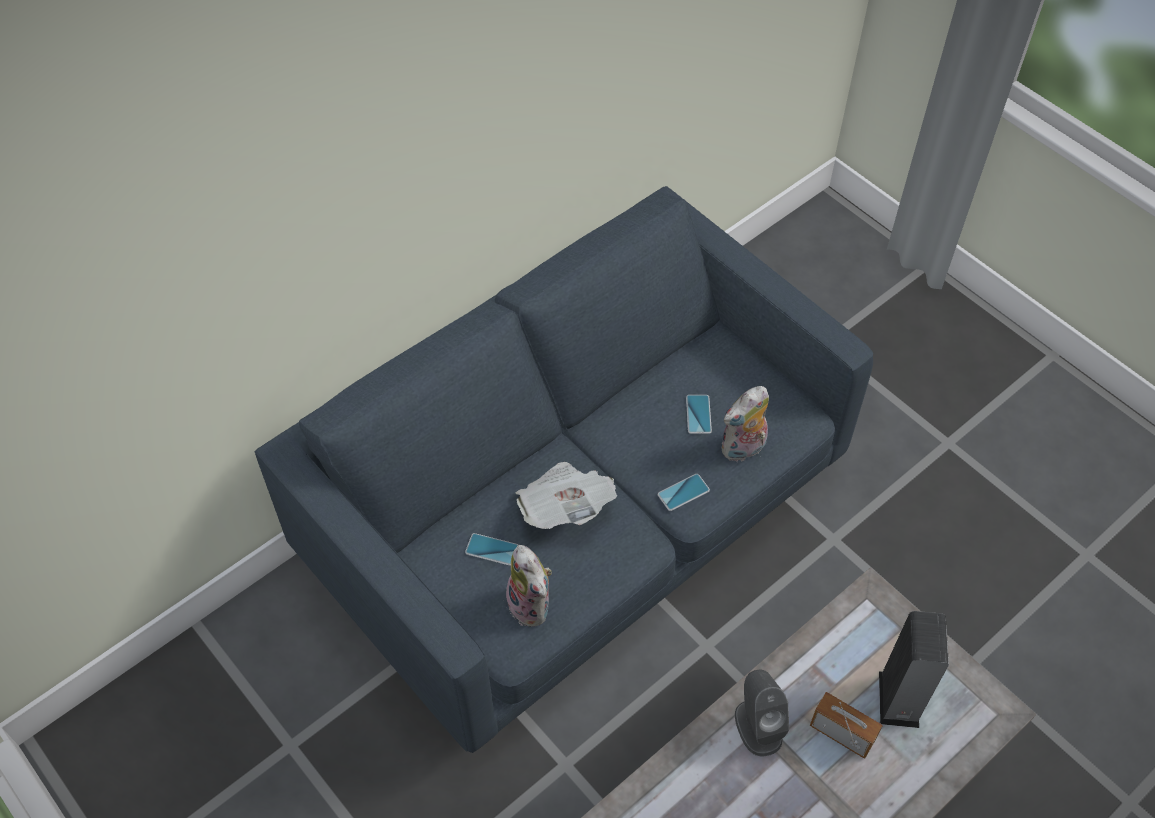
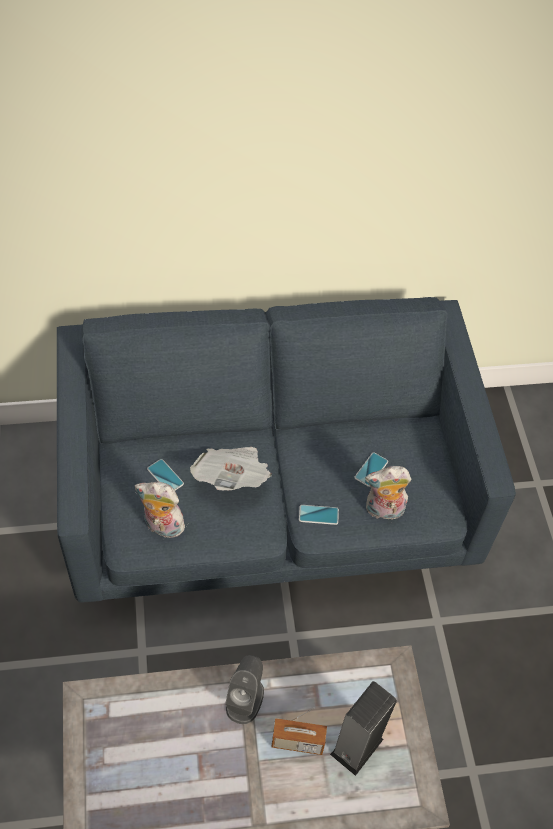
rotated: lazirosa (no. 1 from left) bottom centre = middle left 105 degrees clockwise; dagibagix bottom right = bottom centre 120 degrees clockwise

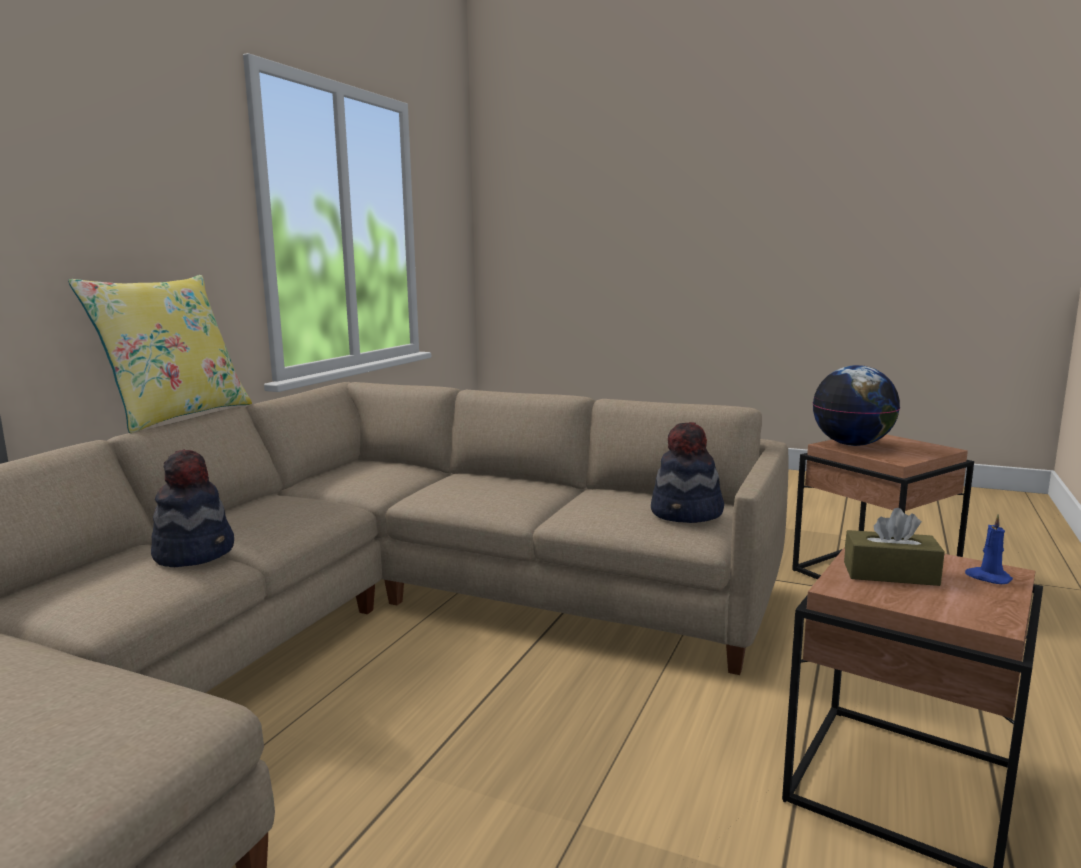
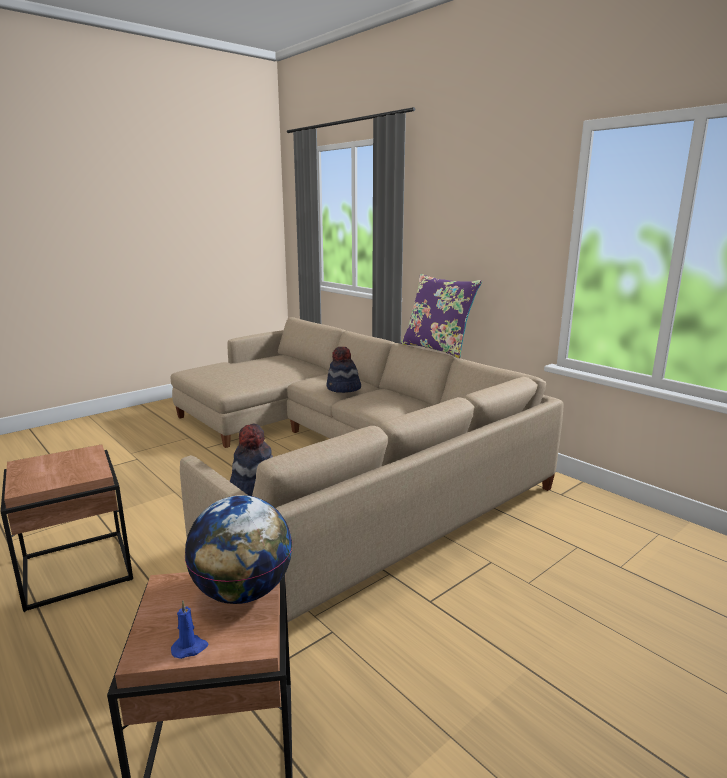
gone: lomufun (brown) middle right
shifted: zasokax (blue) middle right to bottom left
repainted: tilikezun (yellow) middle left to tilikezun (purple) centre

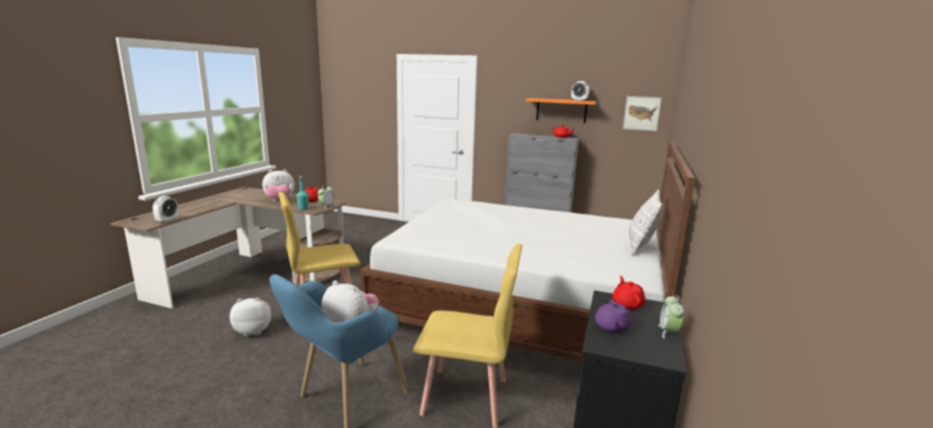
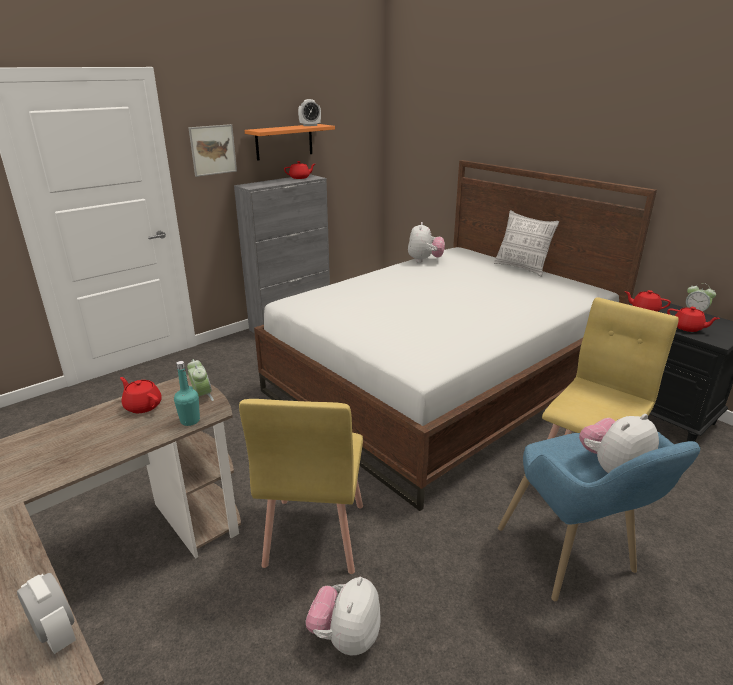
shifted: lazirosa (no. 2 from left) middle left to centre; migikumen top right to top left
repainted: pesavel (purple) bottom centre to pesavel (red) (no. 4 from left) middle right

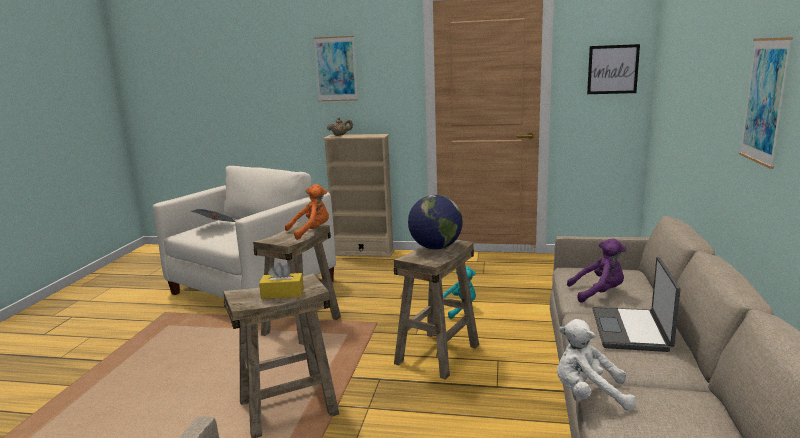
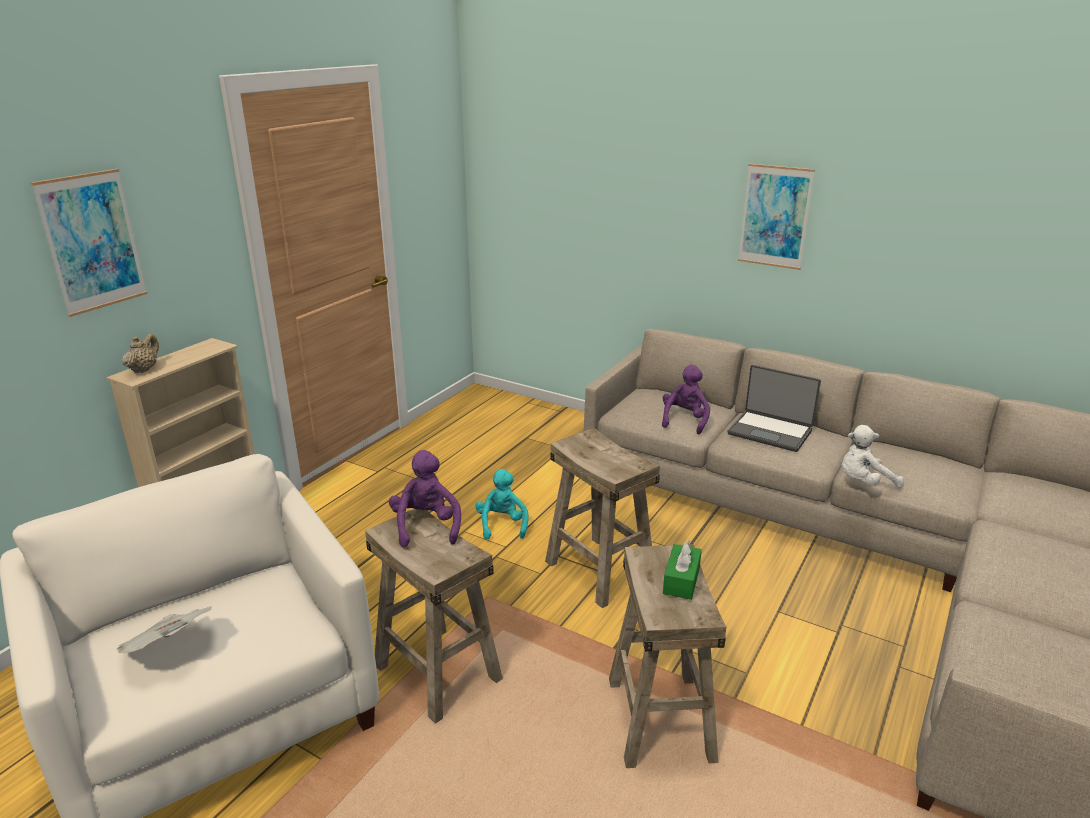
gone: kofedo centre; migikumen (no. 2 from left) top right
repainted: lomufun (yellow) centre to lomufun (green) bottom centre; lazirosa (orange) centre to lazirosa (purple) (no. 1 from left) centre
rotated: lazirosa (white) bottom right = middle right 45 degrees clockwise

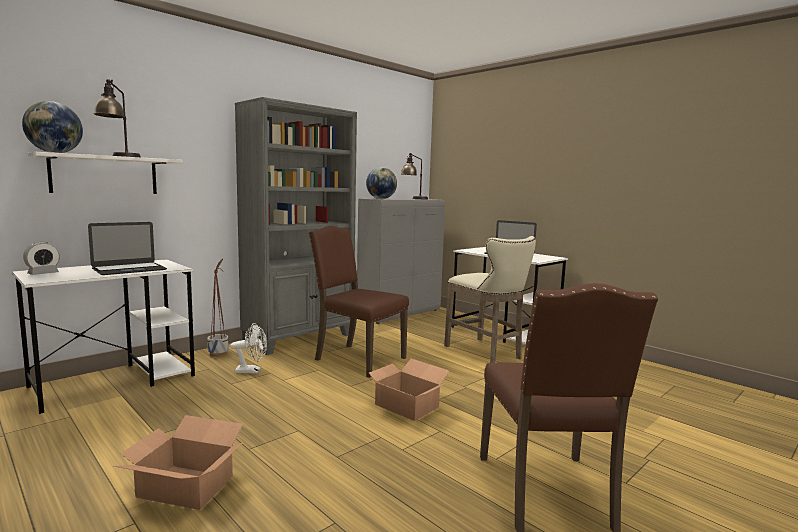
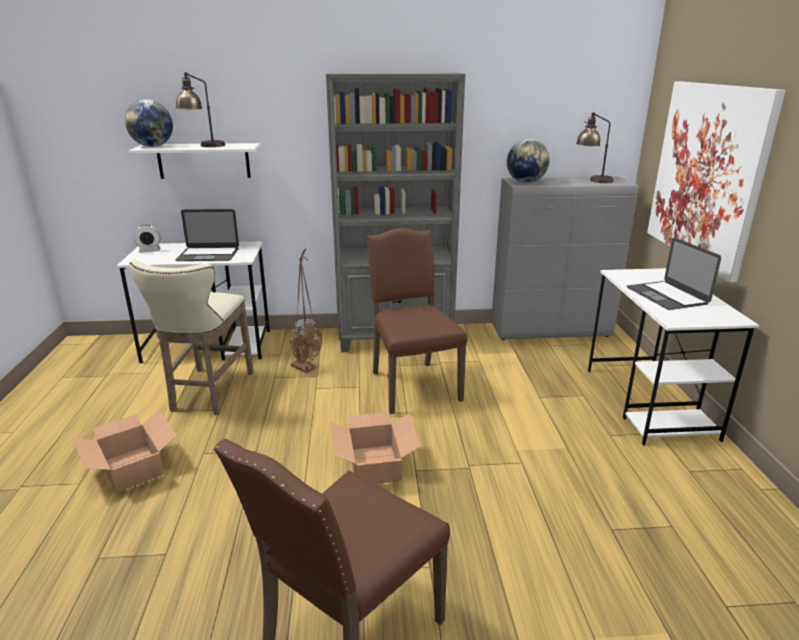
new: migikumen top right
shifted: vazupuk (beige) centre to middle left
repainted: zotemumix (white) middle left to zotemumix (brown) centre

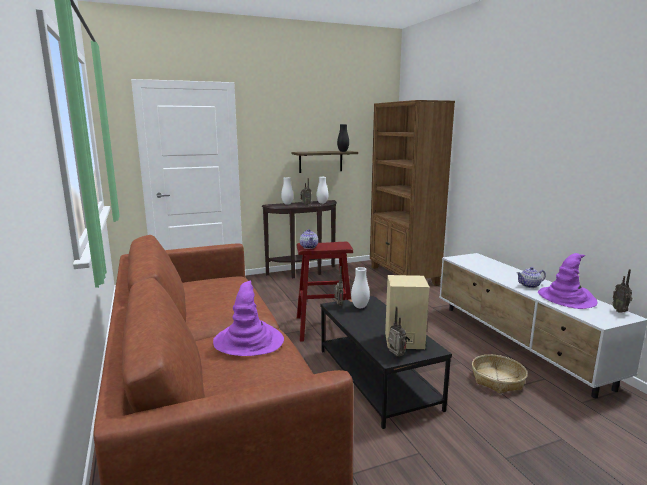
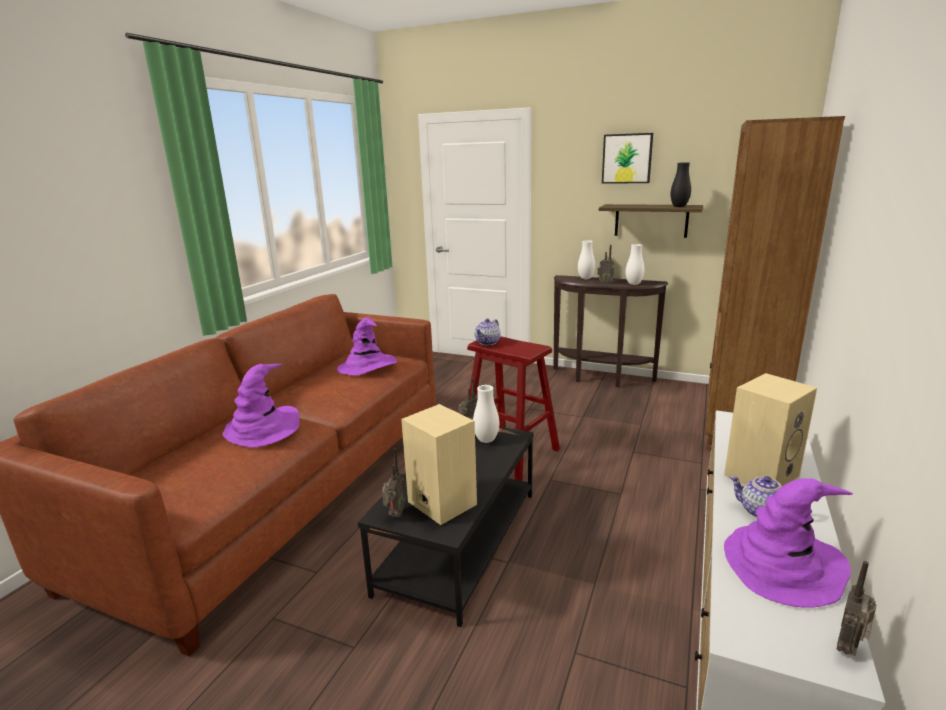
gone: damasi bottom right
new: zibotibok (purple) (no. 2 from left) centre; migikumen top centre; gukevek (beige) (no. 2 from left) middle right

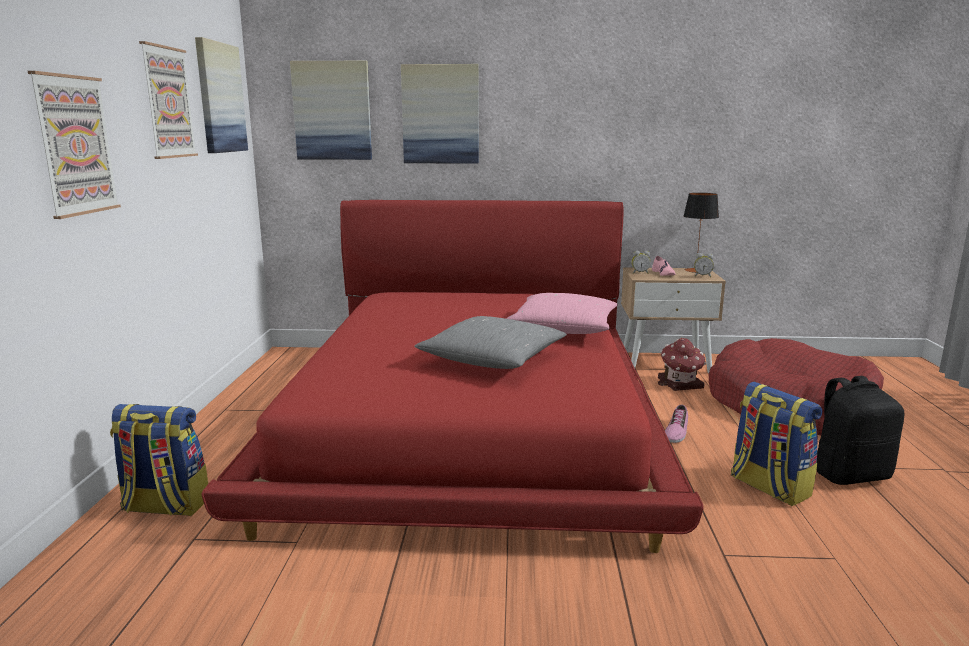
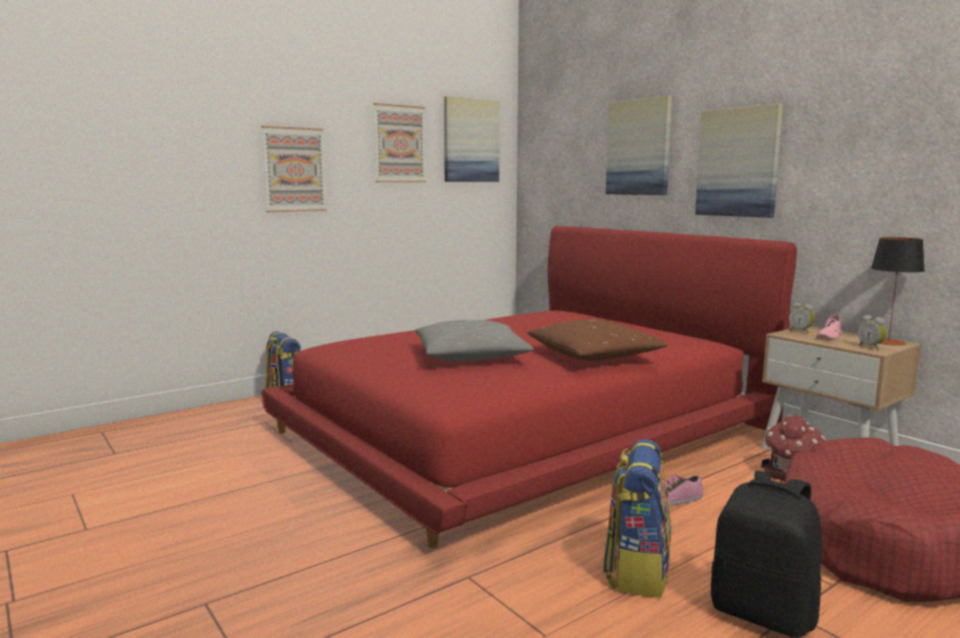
shifted: migikumen (no. 4 from left in the first image) top centre to migikumen (no. 5 from left) top right
repainted: tilikezun (pink) centre to tilikezun (brown) centre

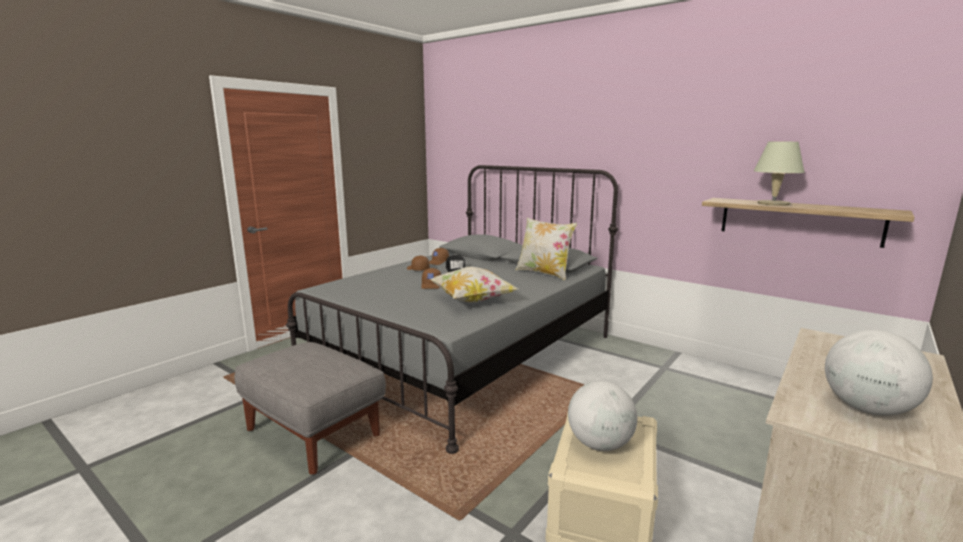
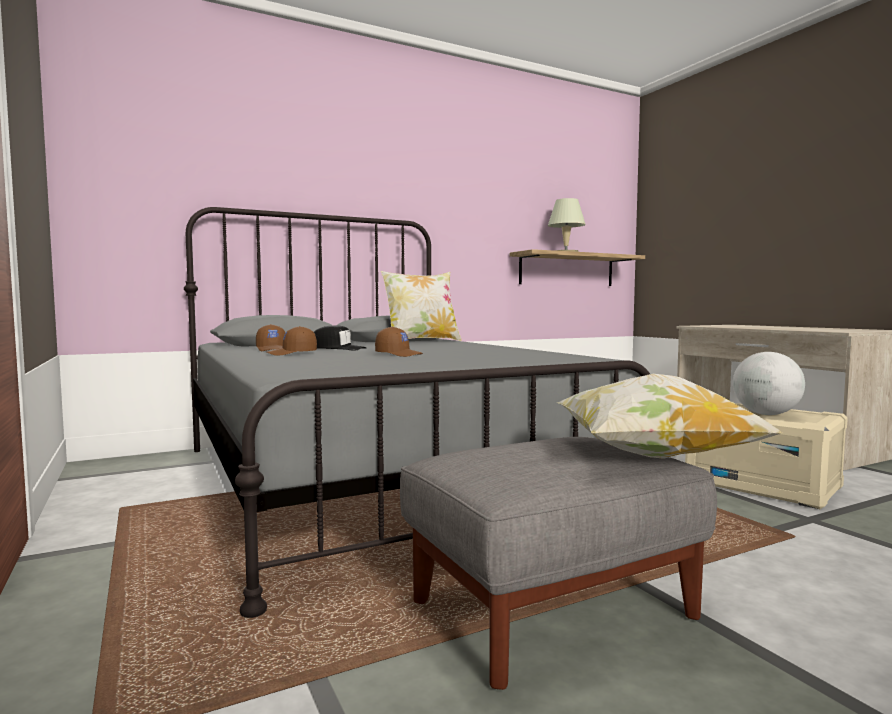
gone: kofedo (no. 2 from left) bottom right
shifted: tilikezun (no. 1 from left in the first image) centre to tilikezun (no. 2 from left) middle right

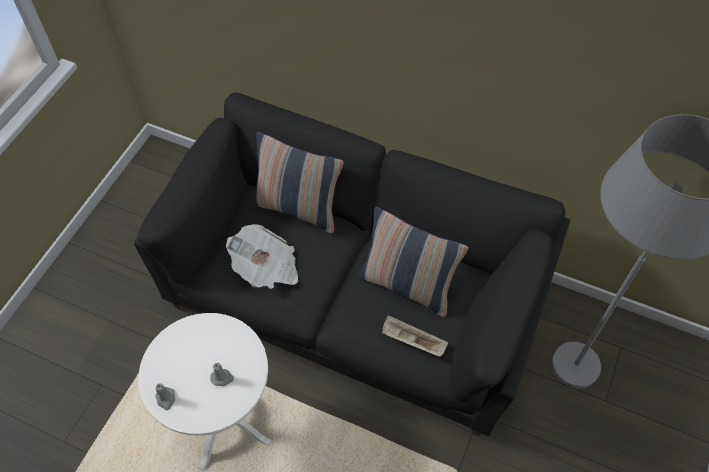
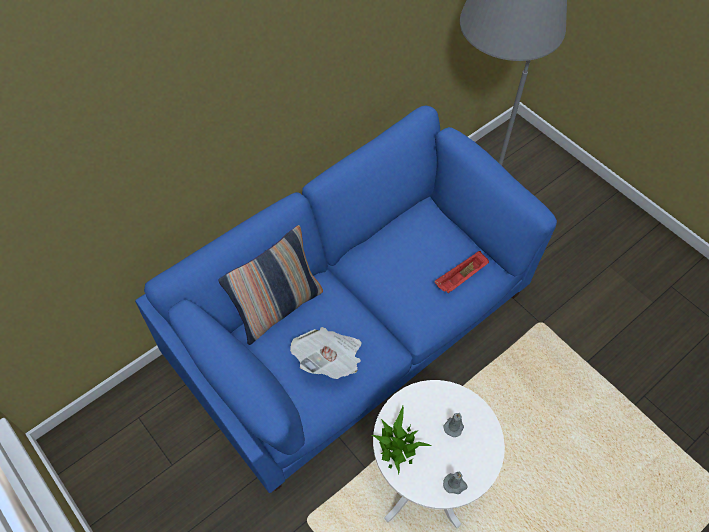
gone: tilikezun (no. 2 from left) centre
new: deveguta bottom centre
repainted: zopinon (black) centre to zopinon (blue) centre; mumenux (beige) bottom centre to mumenux (red) centre

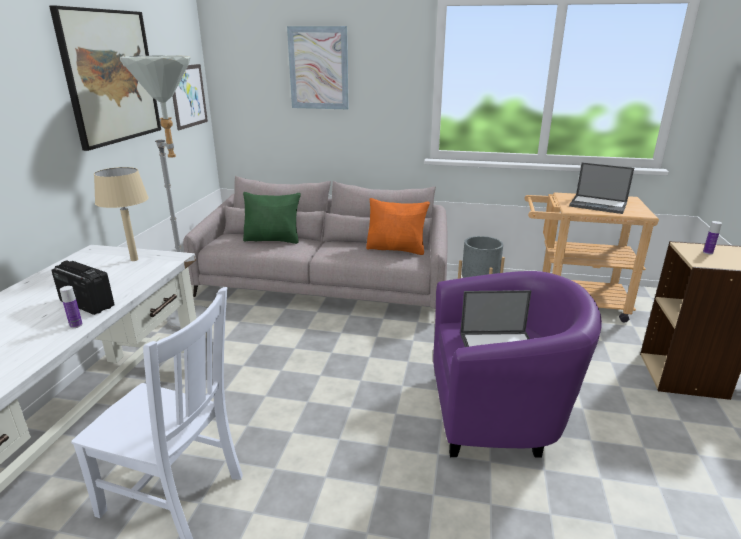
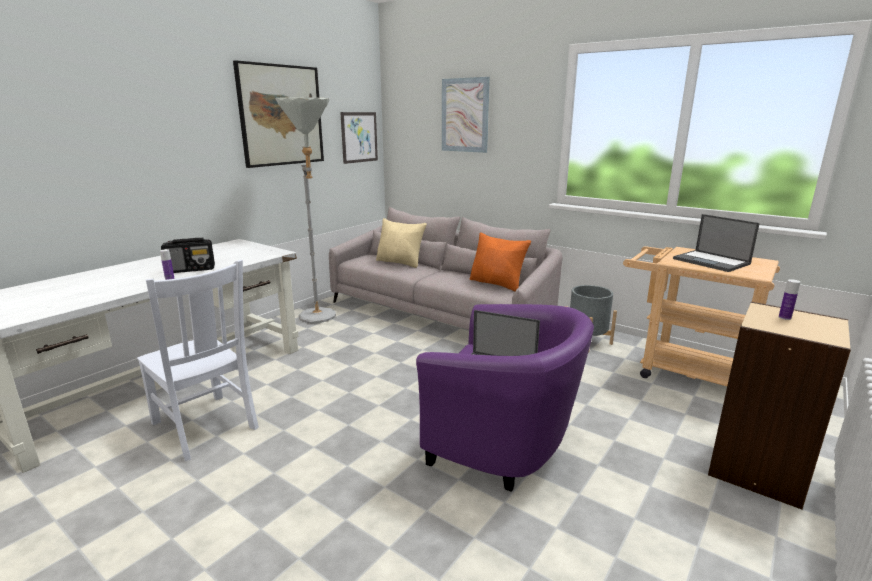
gone: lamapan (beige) middle left
repainted: tilikezun (green) centre to tilikezun (beige) centre
rotated: dagibagix middle left = middle left 105 degrees clockwise

